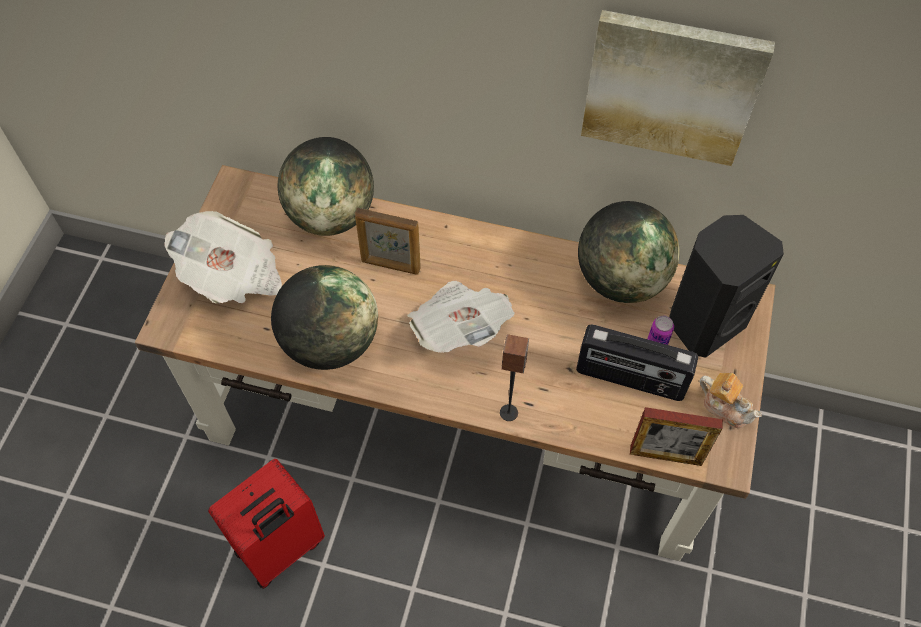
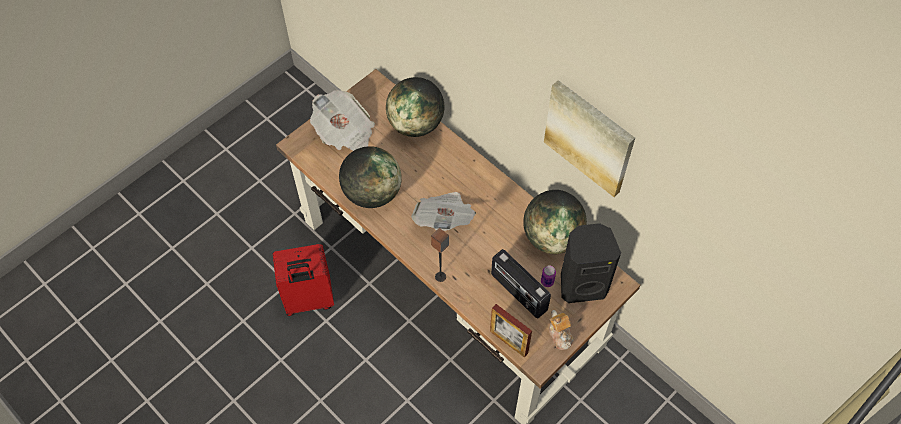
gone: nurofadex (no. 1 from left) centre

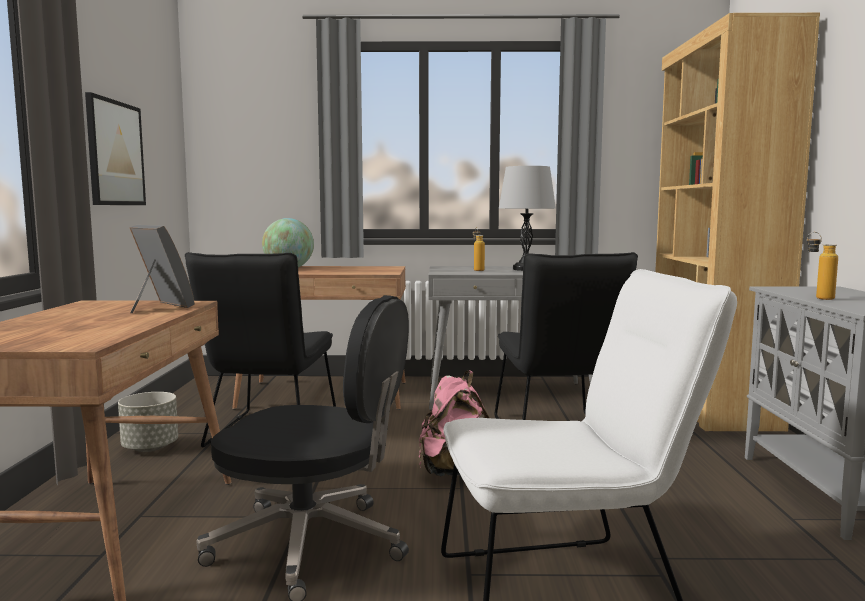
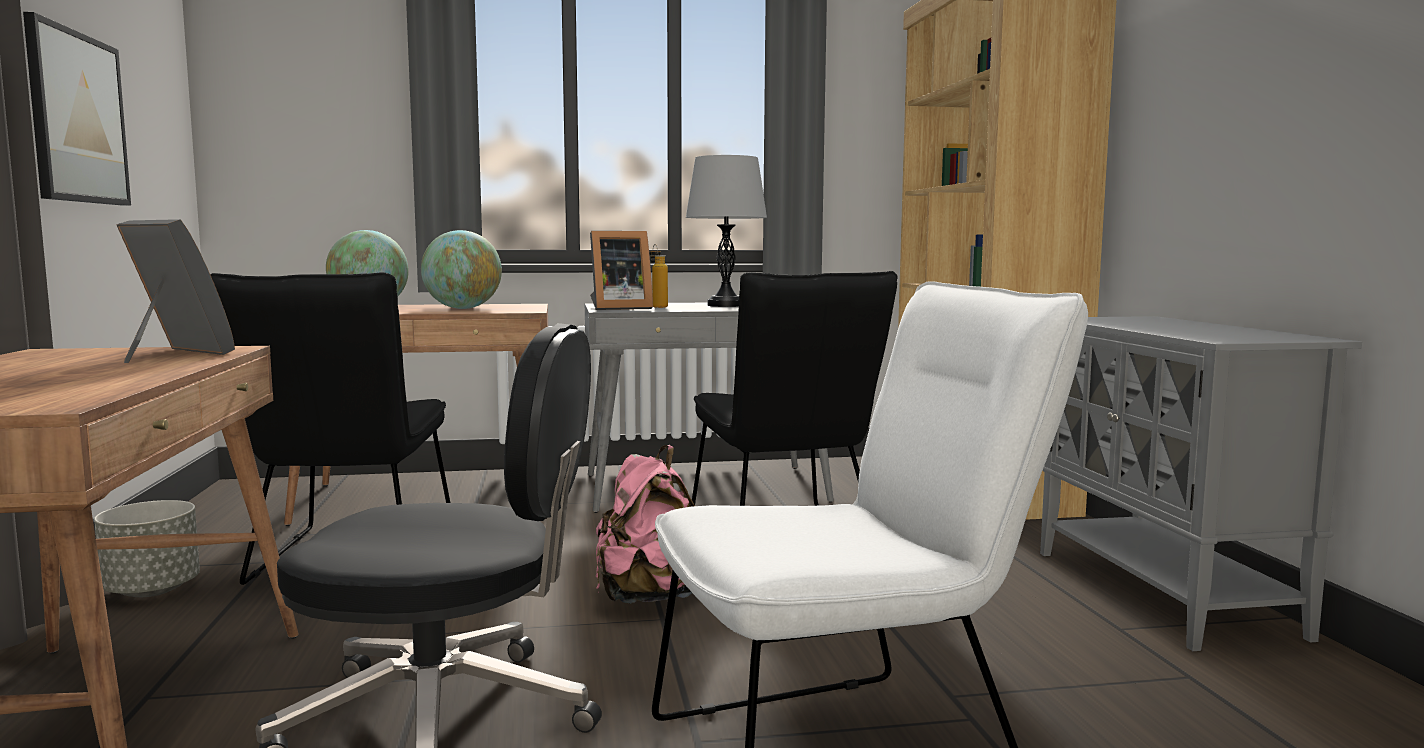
gone: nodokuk (no. 2 from left) middle right
new: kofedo (no. 2 from left) middle left; nurofadex (no. 2 from left) centre

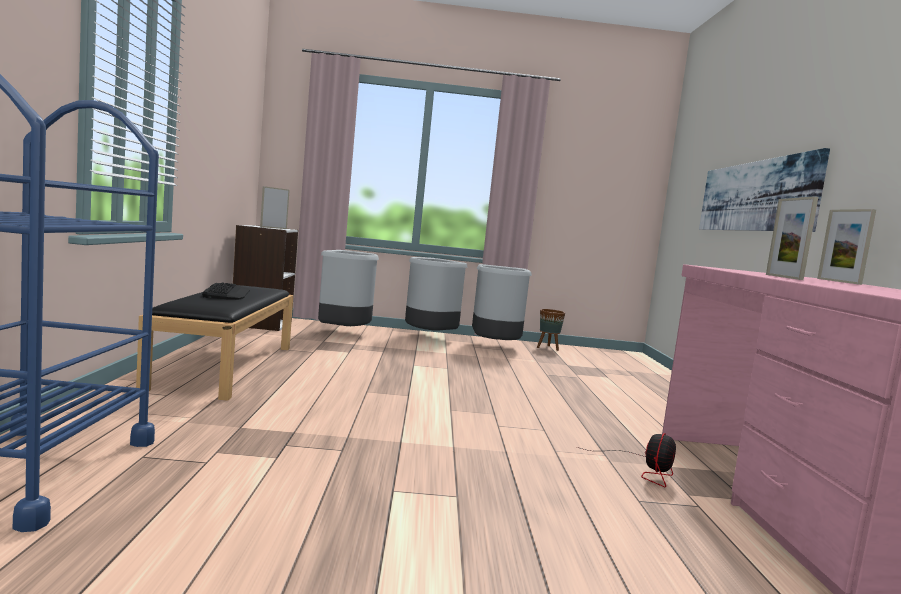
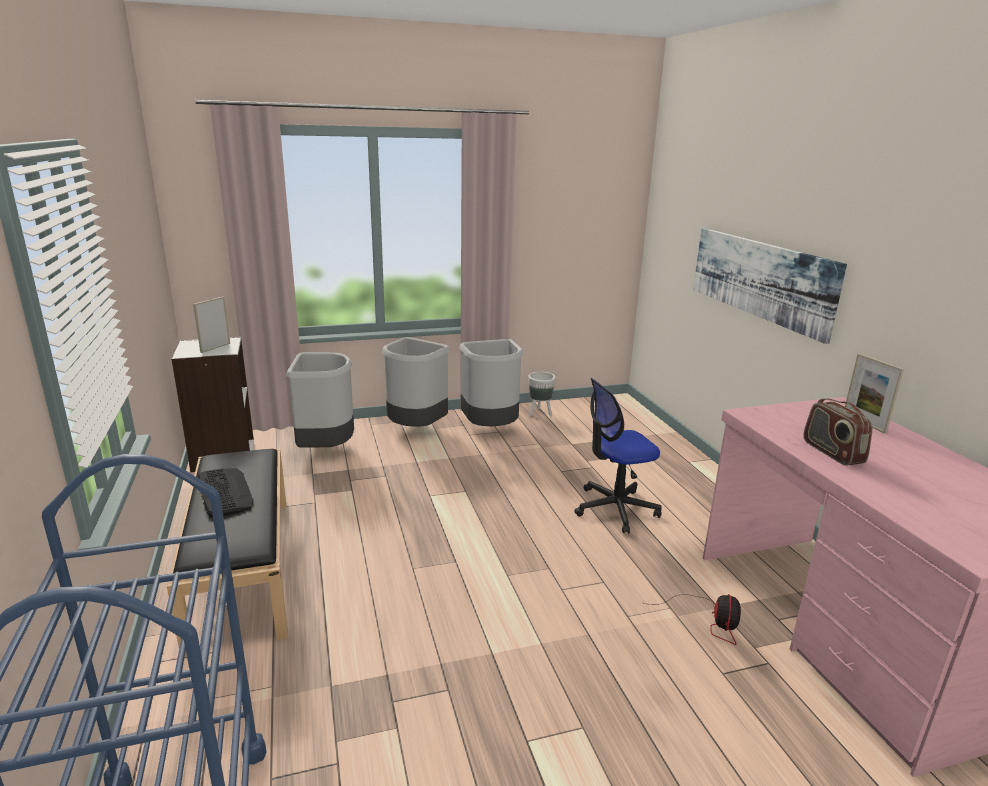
new: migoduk centre
swapped: nurofadex (no. 2 from left) middle right to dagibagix middle right
repainted: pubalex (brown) centre to pubalex (white) centre

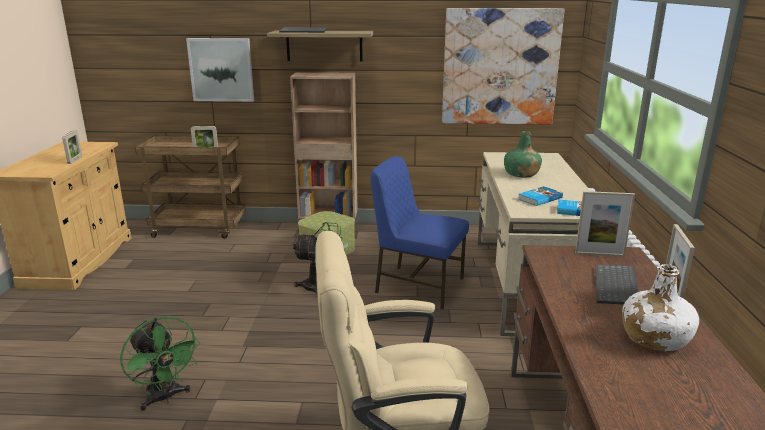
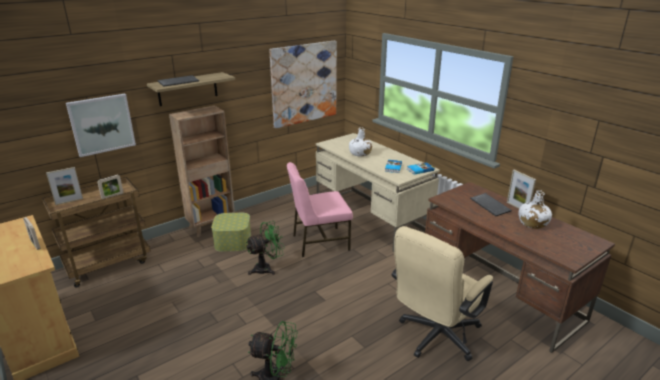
shifted: nurofadex (no. 3 from left in the first image) middle right to nurofadex (no. 2 from left) middle left
repainted: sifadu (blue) centre to sifadu (pink) centre; nodokuk (green) middle right to nodokuk (white) (no. 1 from left) centre

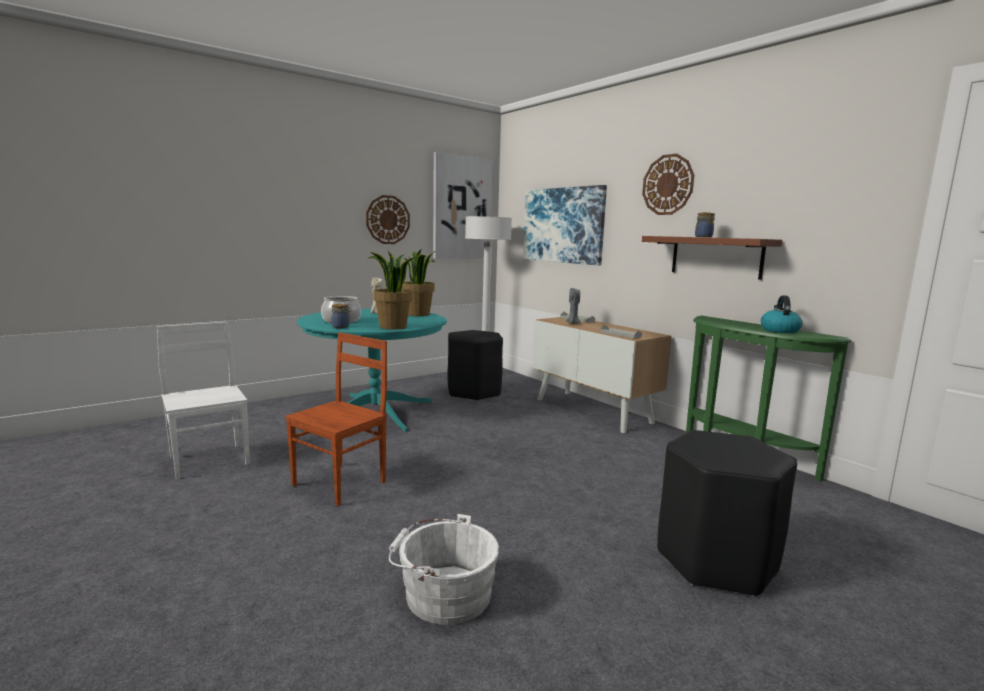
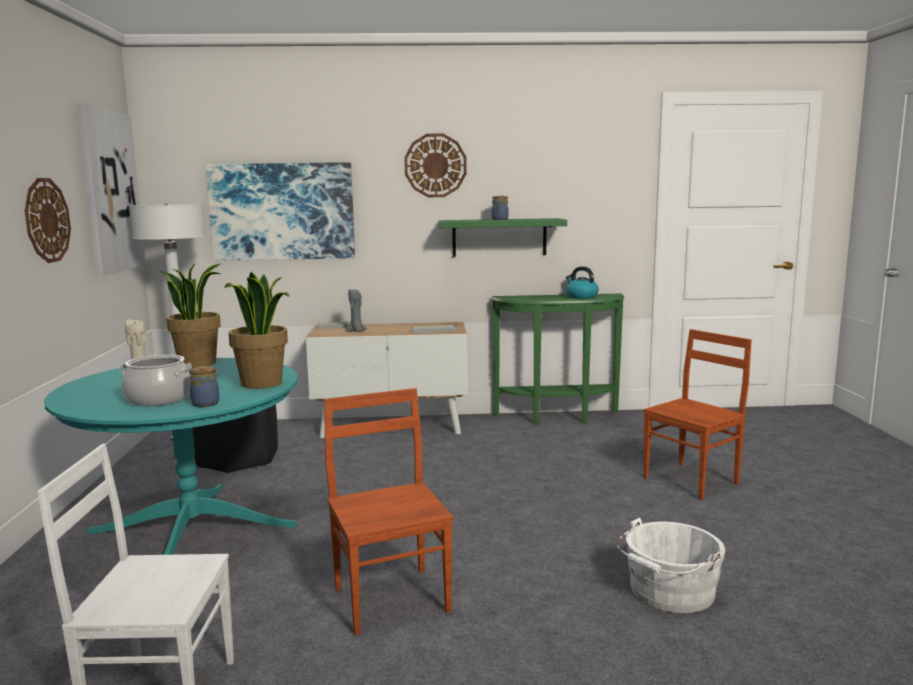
swapped: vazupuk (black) (no. 2 from left) bottom right to sifadu (brown) (no. 2 from left) middle right
repainted: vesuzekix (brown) middle right to vesuzekix (green) centre

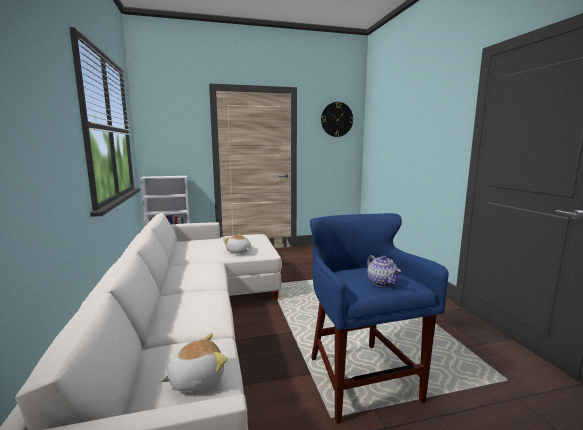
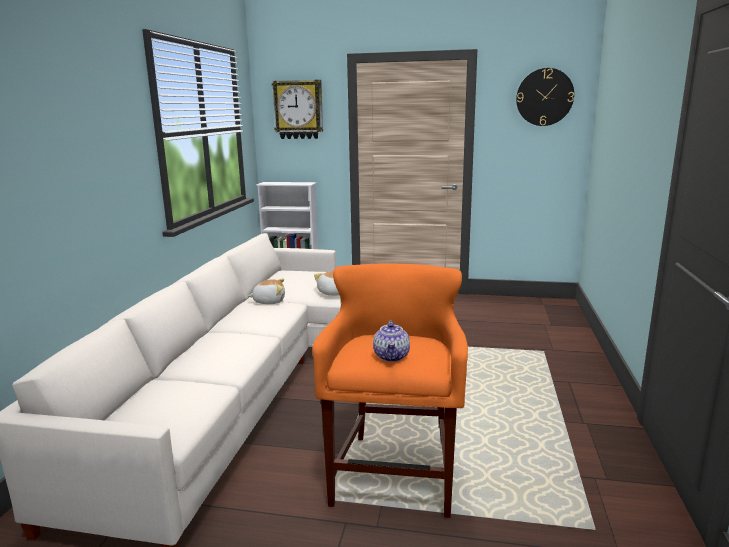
new: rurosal (no. 1 from left) top centre
shifted: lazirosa (no. 1 from left) bottom left to centre
repainted: vazupuk (blue) bottom centre to vazupuk (orange) bottom centre

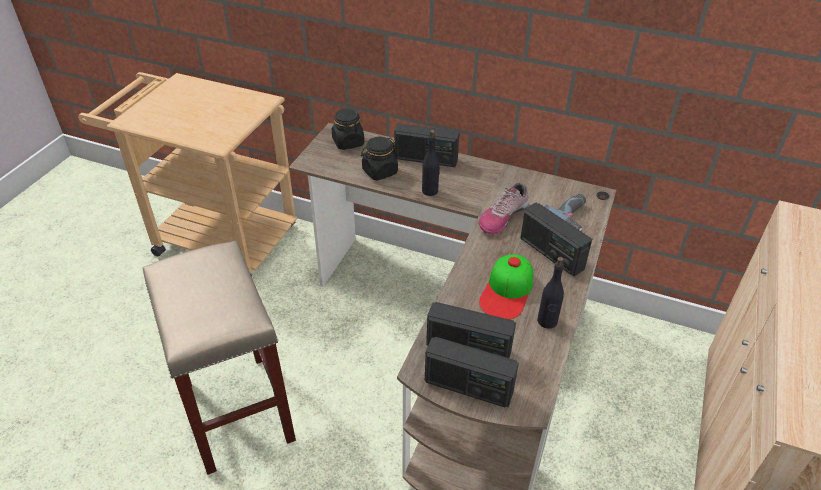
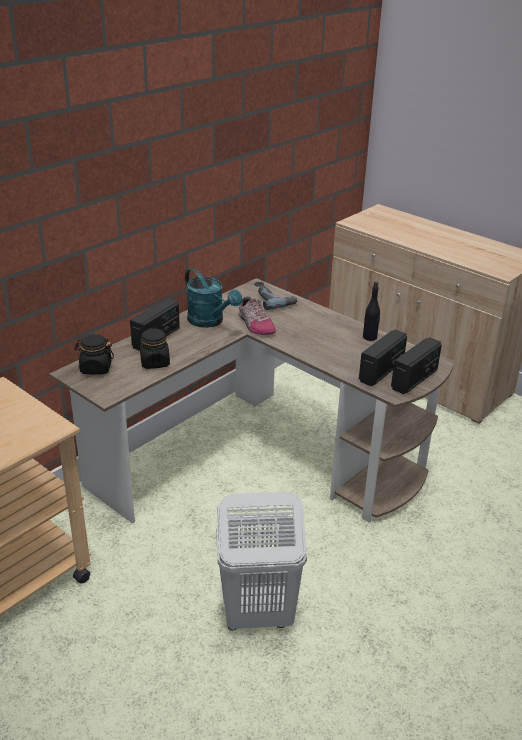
gone: nodokuk (black) (no. 1 from left) top centre; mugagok centre; dagibagix (no. 4 from left) middle right
new: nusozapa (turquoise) centre
swapped: vazupuk (beige) bottom left to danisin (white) bottom centre

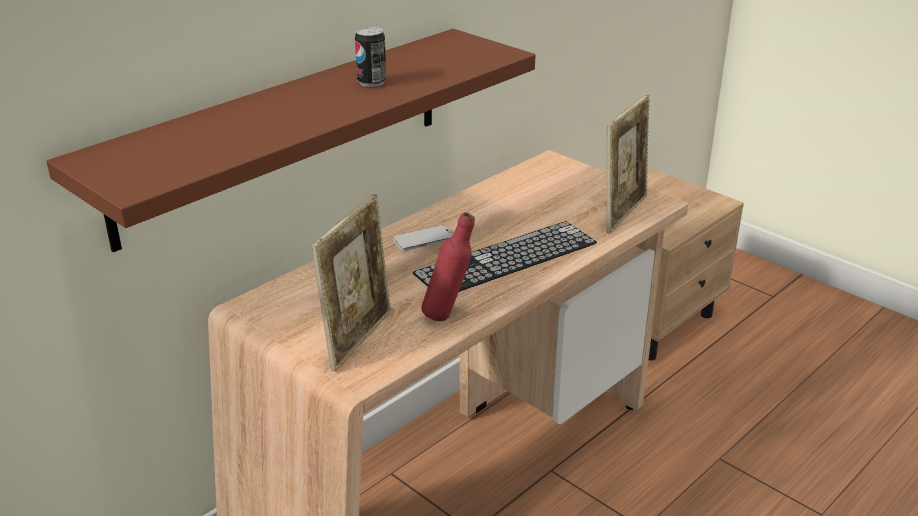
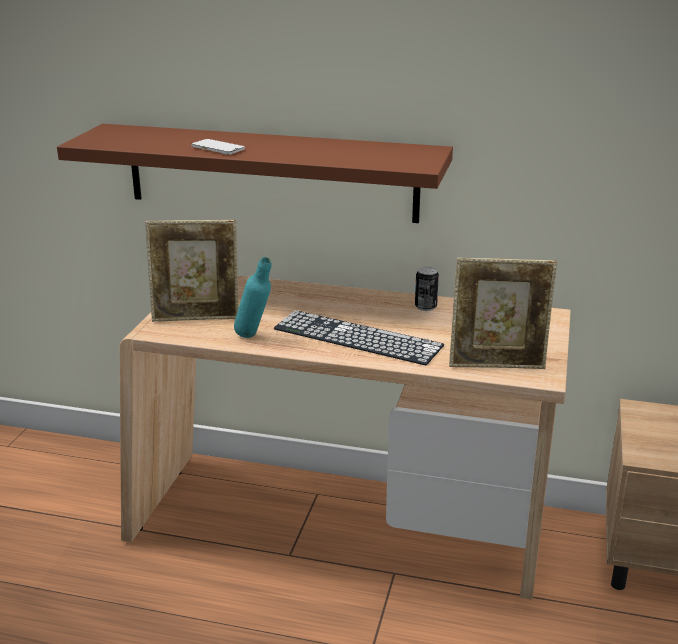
shifted: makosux top centre to centre; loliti centre to top left
repainted: nodokuk (red) centre to nodokuk (turquoise) centre

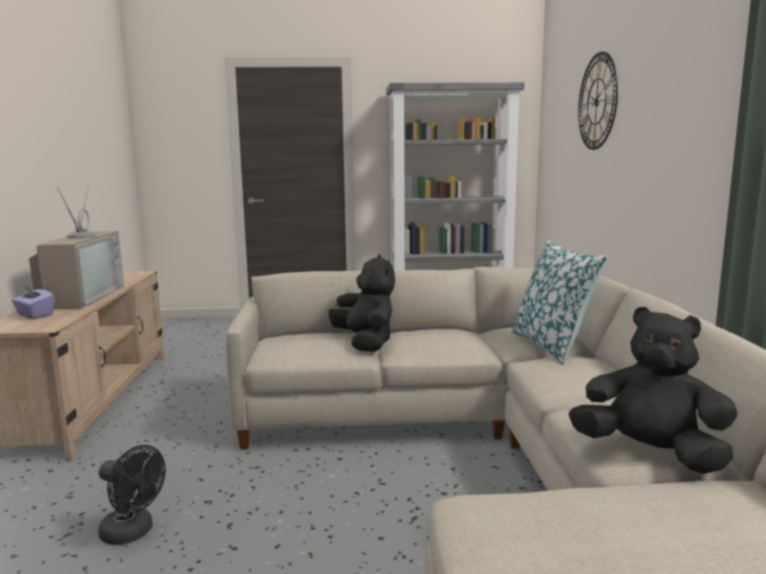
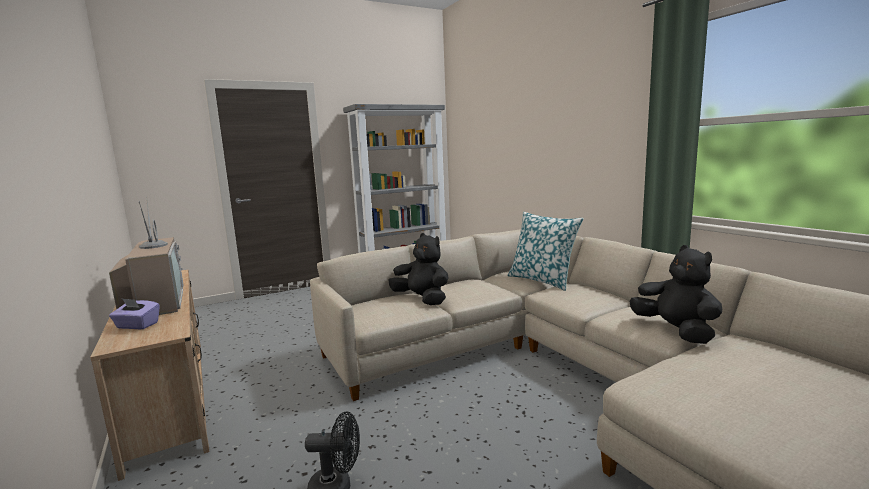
gone: rurosal top right
rotated: lazirosa (black) (no. 2 from left) bottom right = middle right 60 degrees clockwise

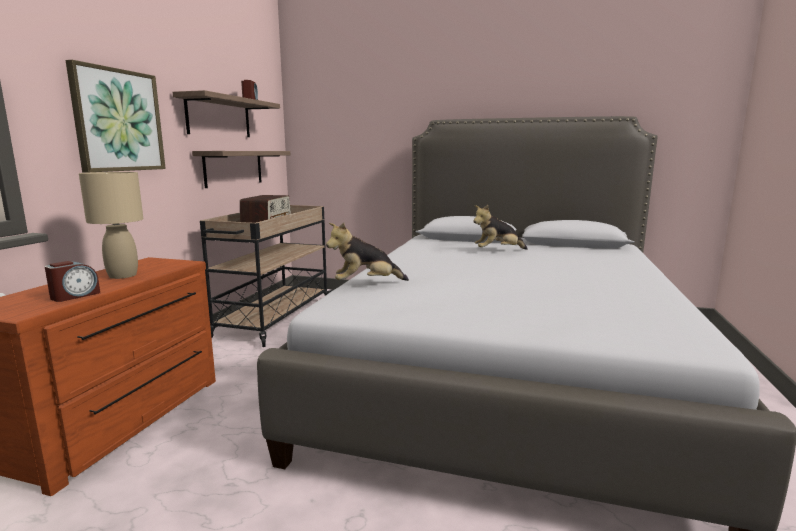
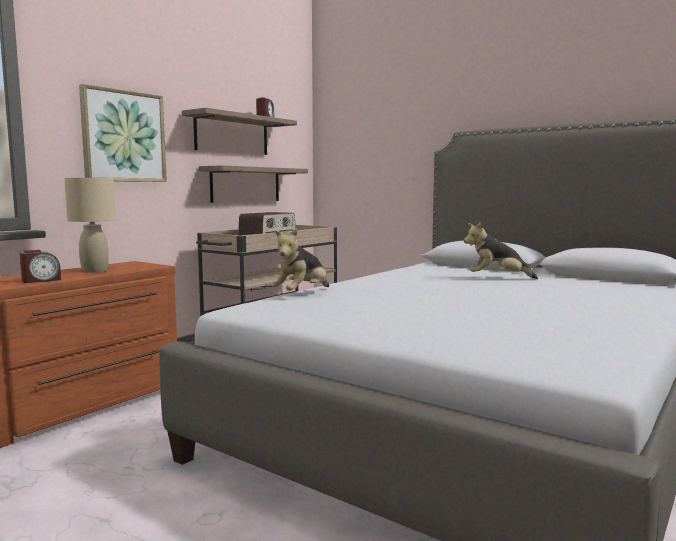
rotated: lazirosa (no. 1 from left) centre = centre 60 degrees counterclockwise

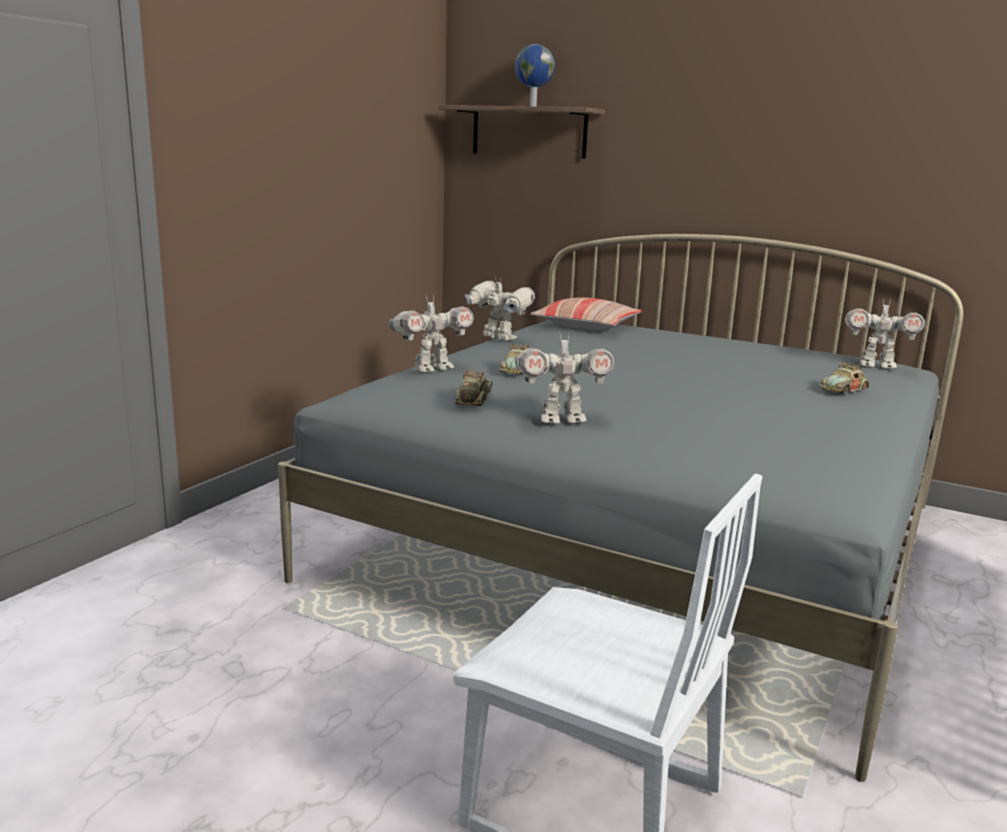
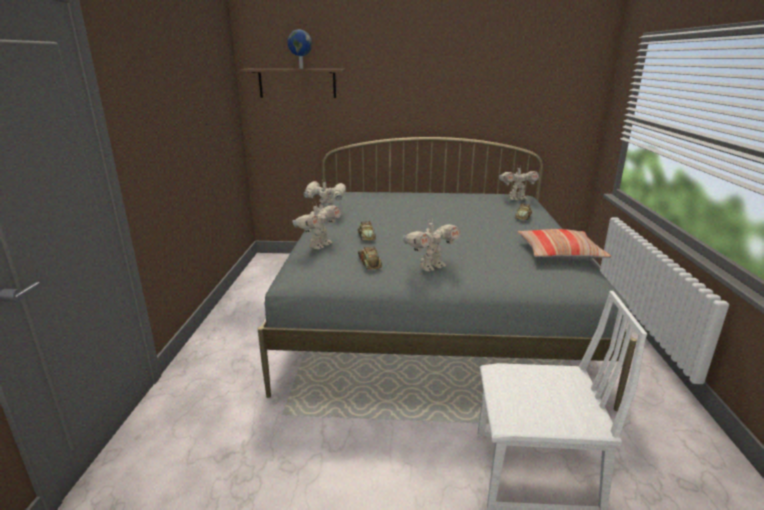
shifted: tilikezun centre to middle right

